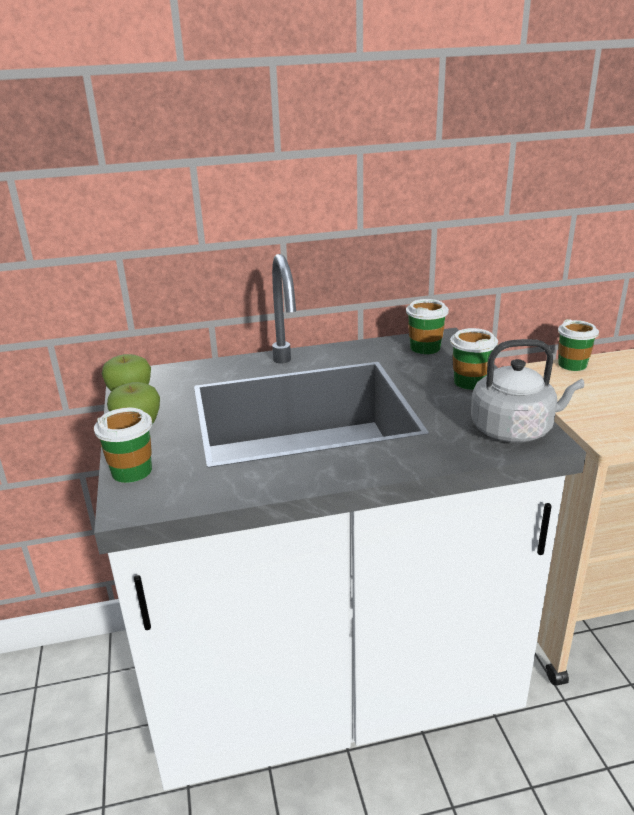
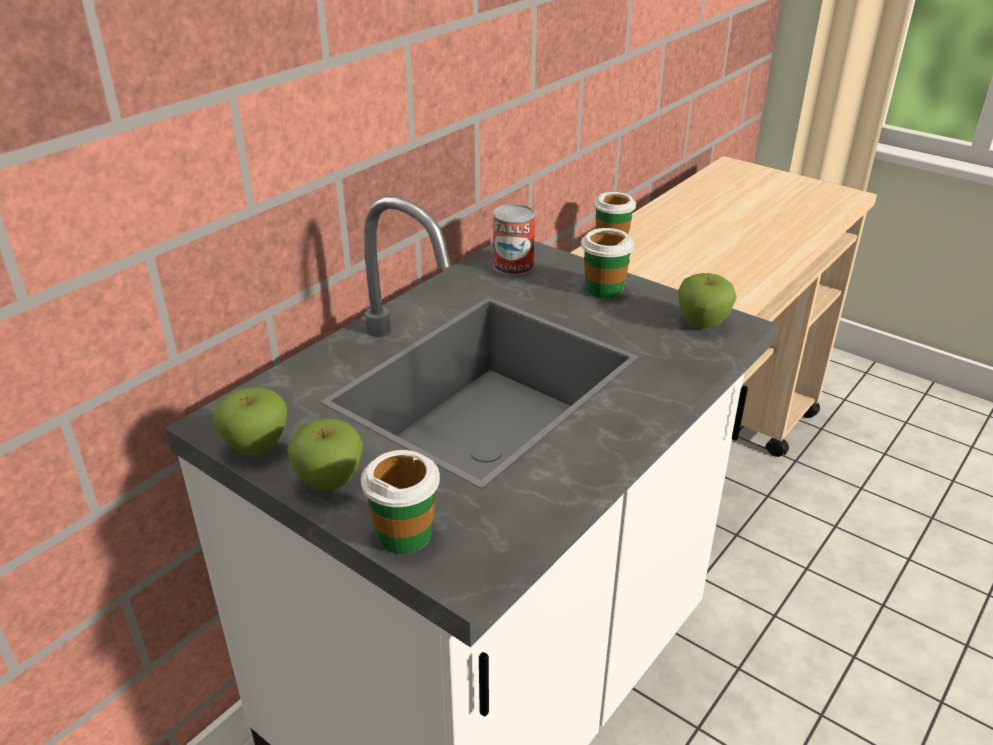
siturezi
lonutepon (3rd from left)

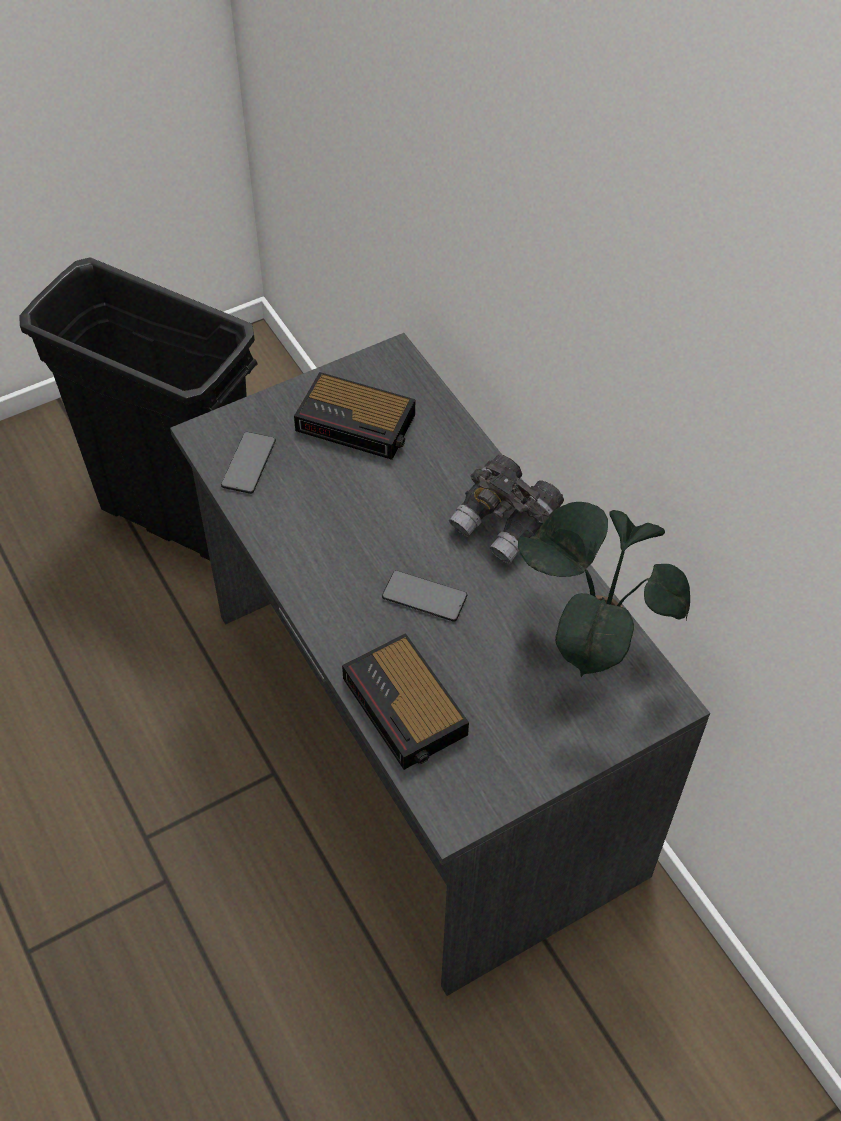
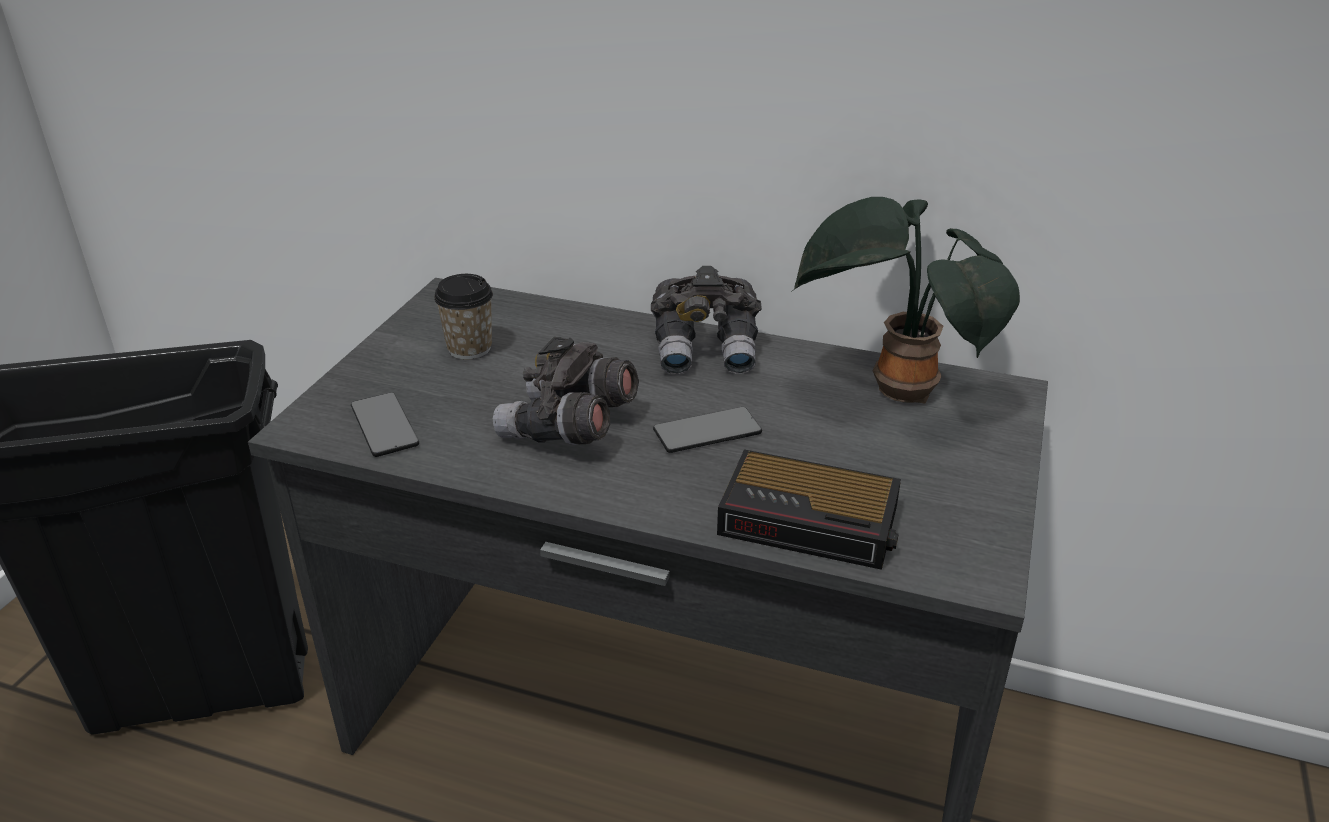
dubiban
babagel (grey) (1st from left)

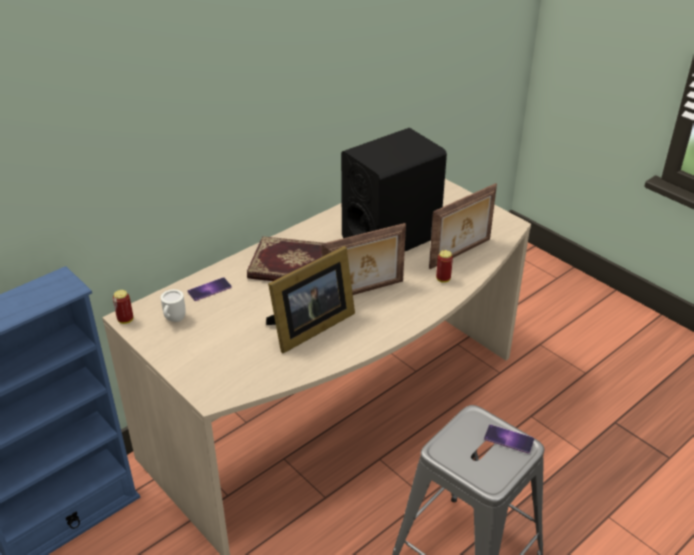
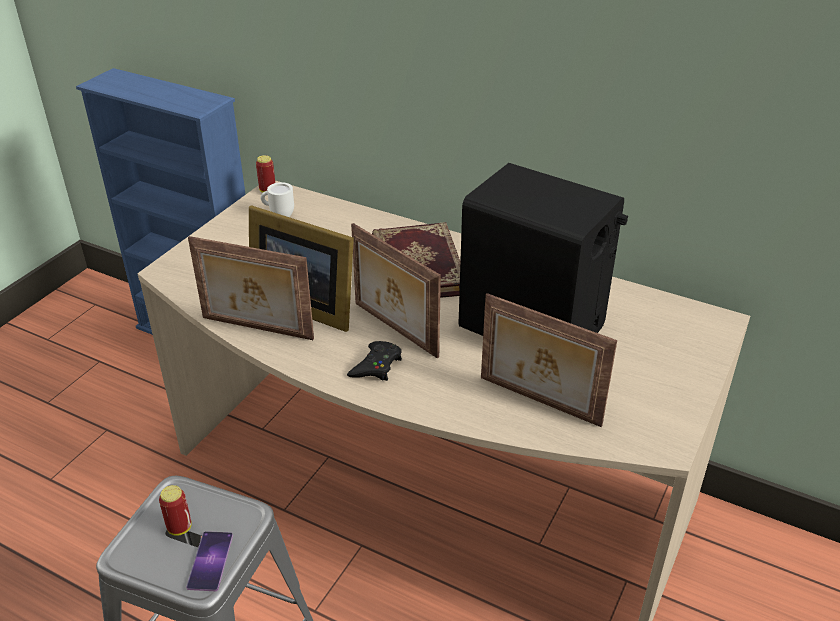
siturezi (1st from left)
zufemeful (1st from left in the first image)
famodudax (1st from left)
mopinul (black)

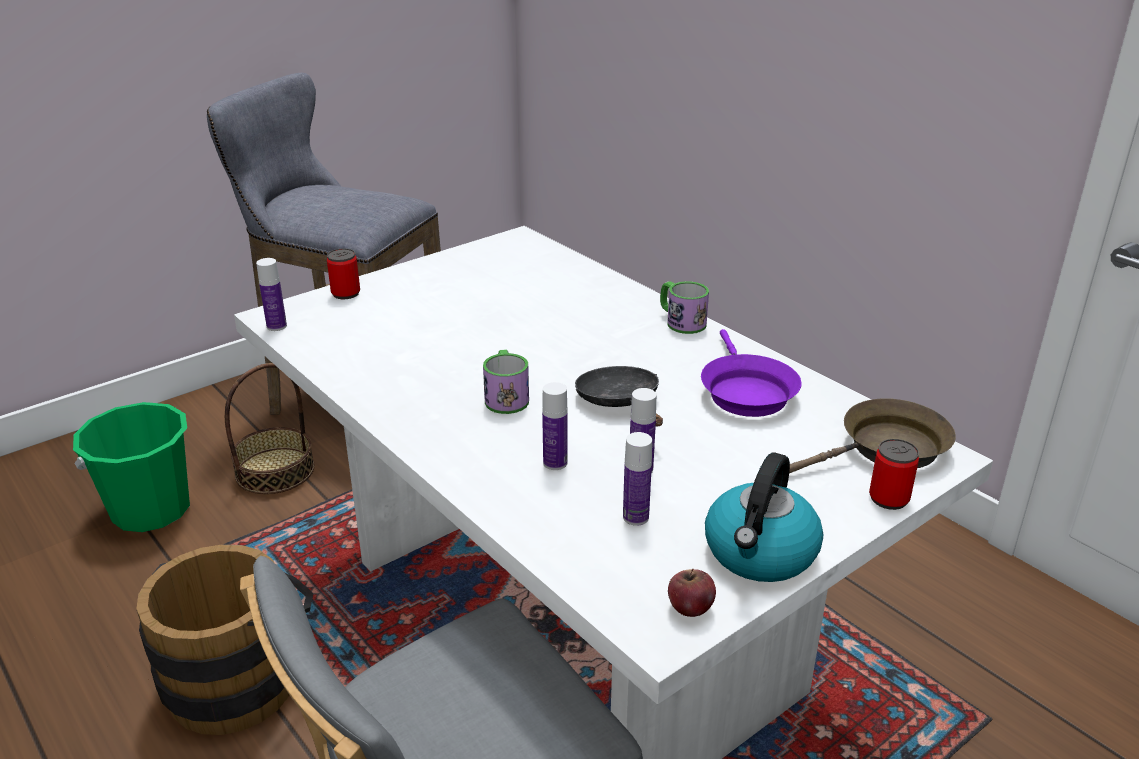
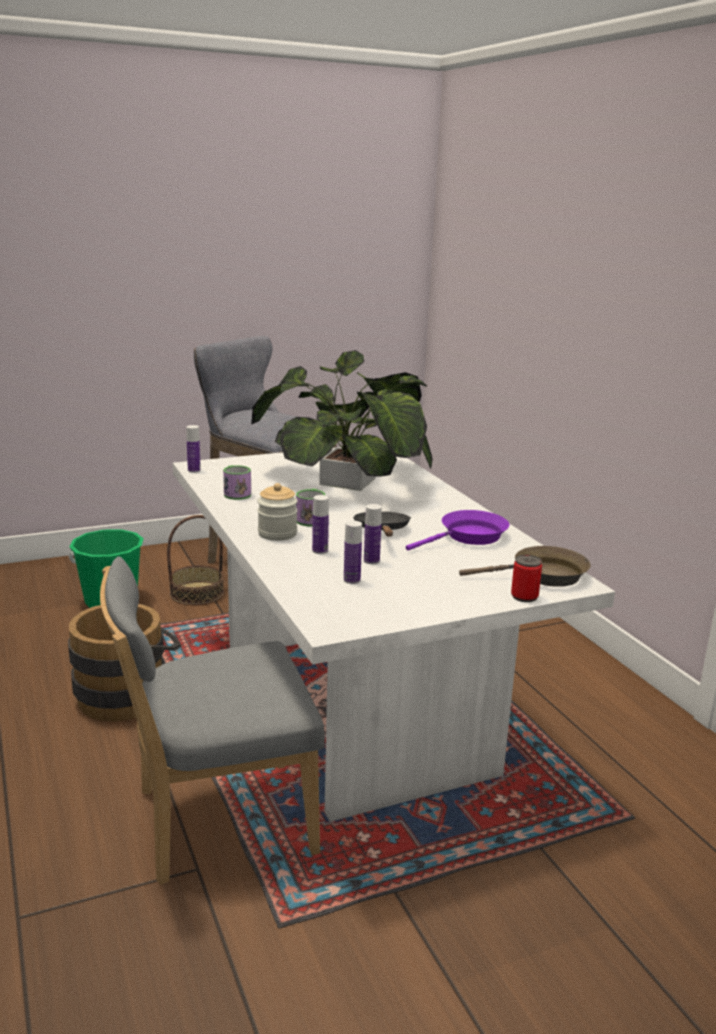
siturezi (1st from left in the first image)
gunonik (1st from left)
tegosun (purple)
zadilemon
lonutepon
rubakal
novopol

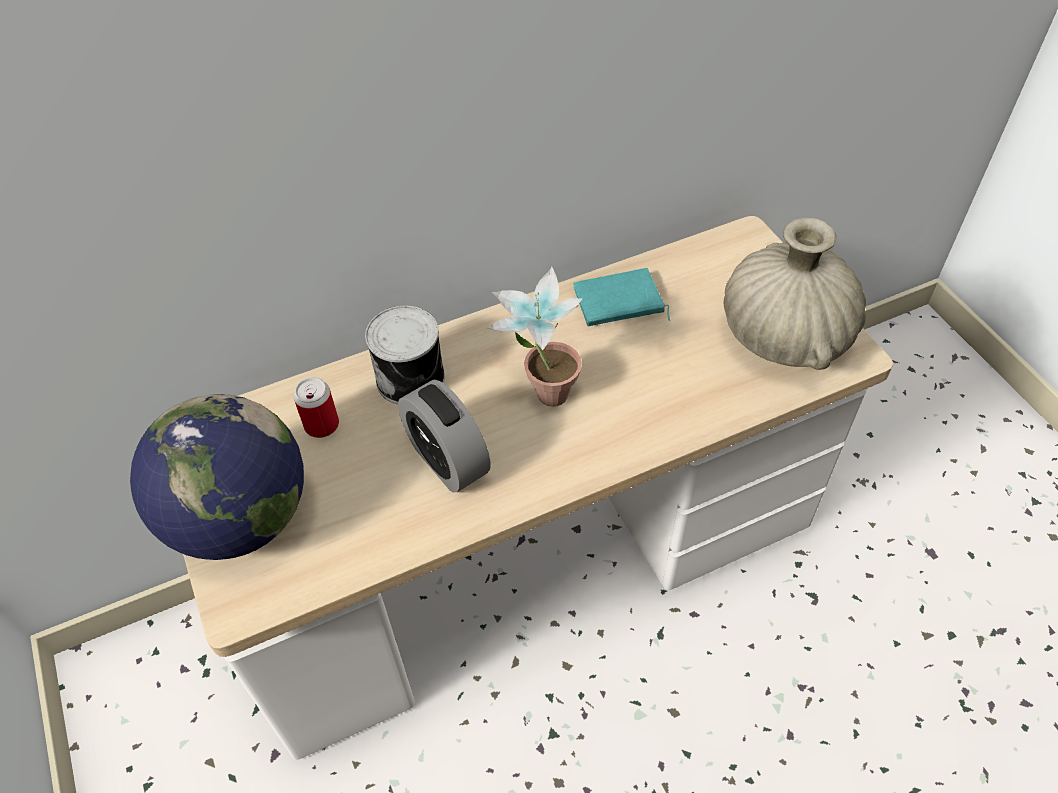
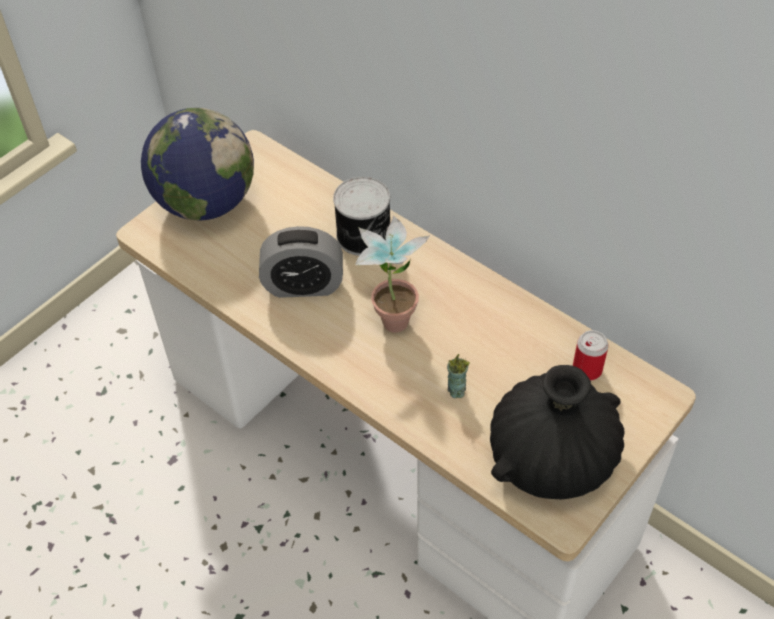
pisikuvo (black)
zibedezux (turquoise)
siturezi (2nd from left)
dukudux
dubiban

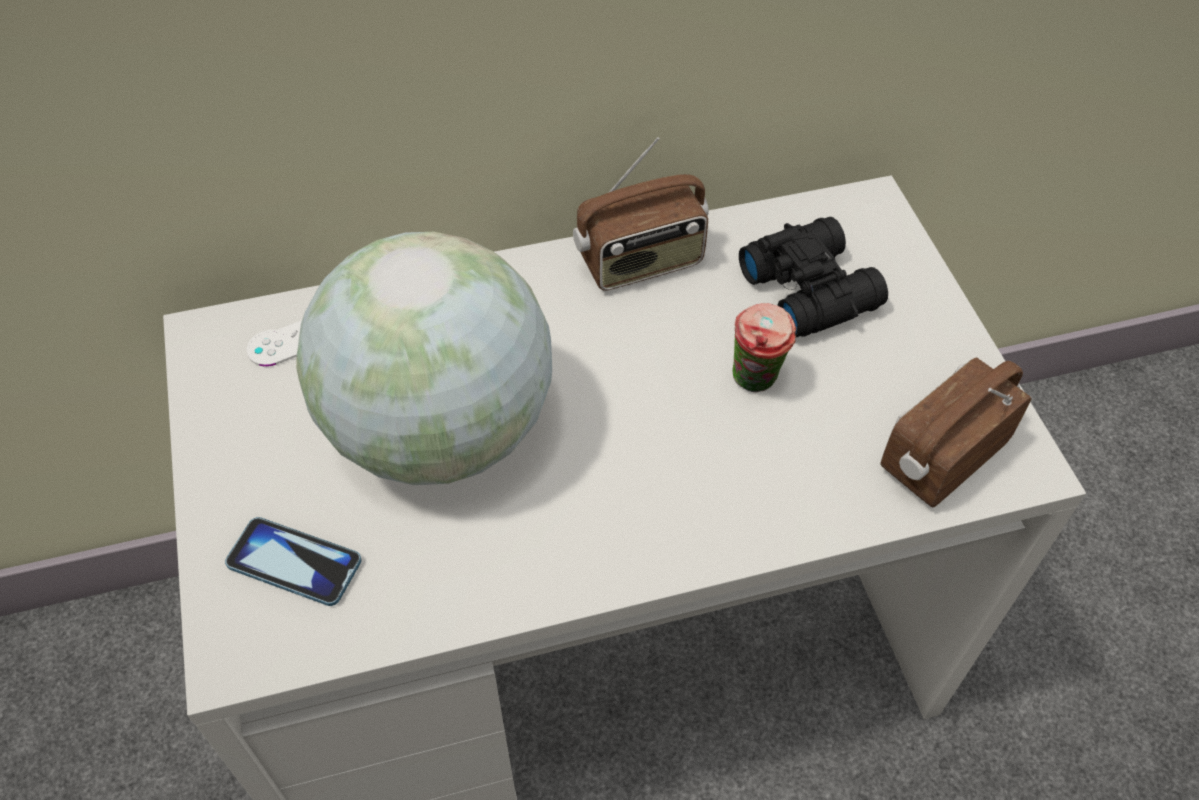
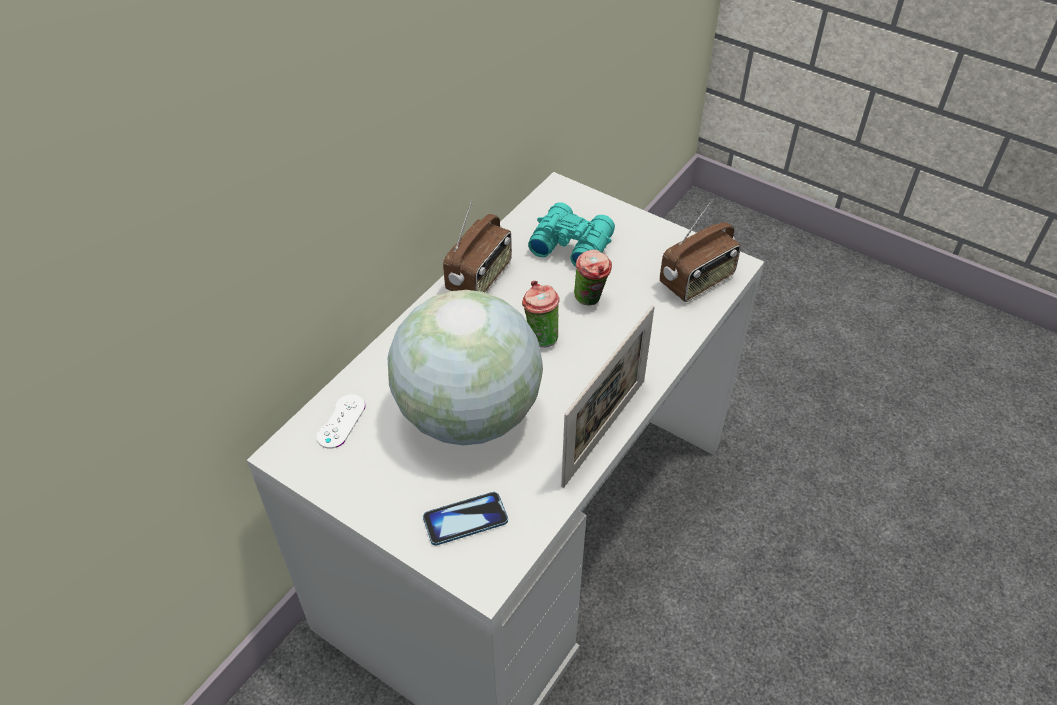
babagel (turquoise)
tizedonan (2nd from left)
dubiban (1st from left)
famodudax

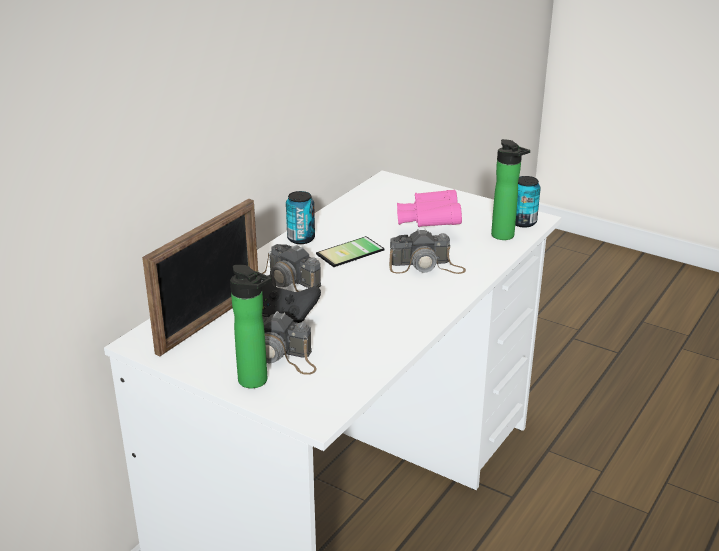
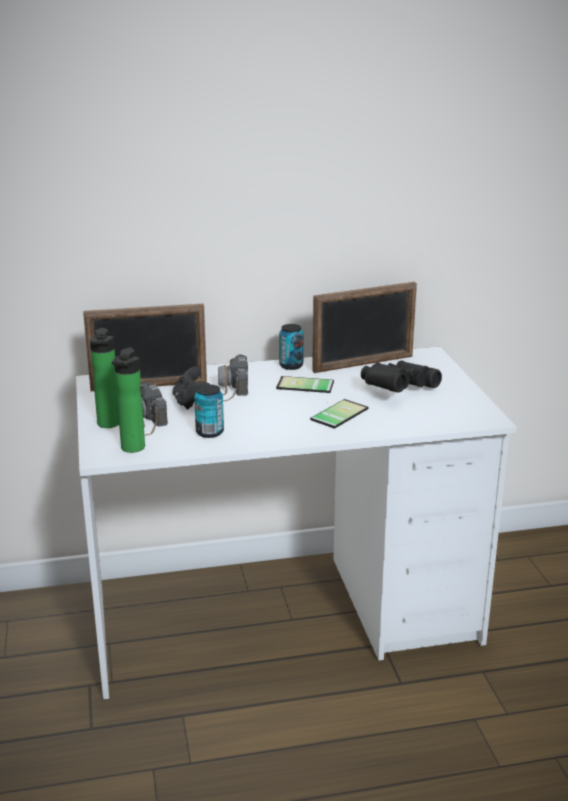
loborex (2nd from left)
siturezi (1st from left)
babagel (black)
zufemeful (2nd from left)
famodudax (2nd from left)

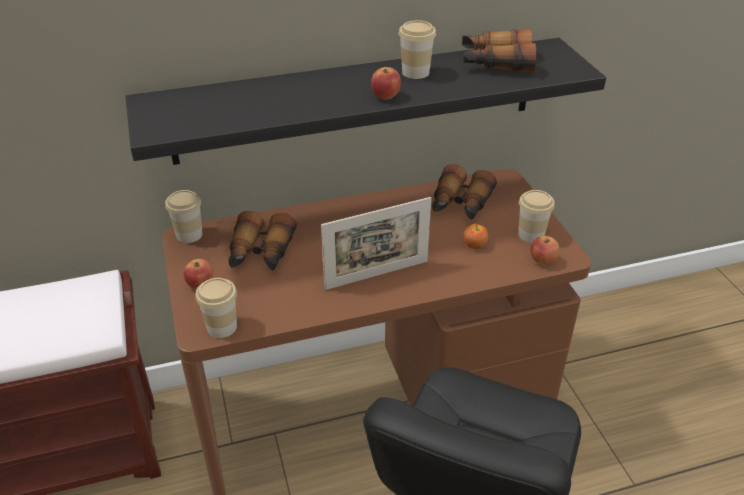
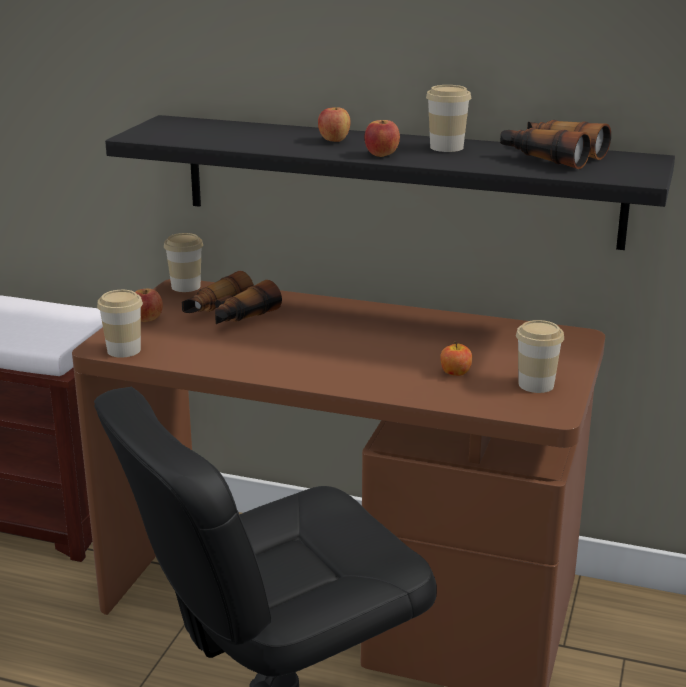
babagel (2nd from left in the first image)
famodudax
lonutepon (2nd from left)

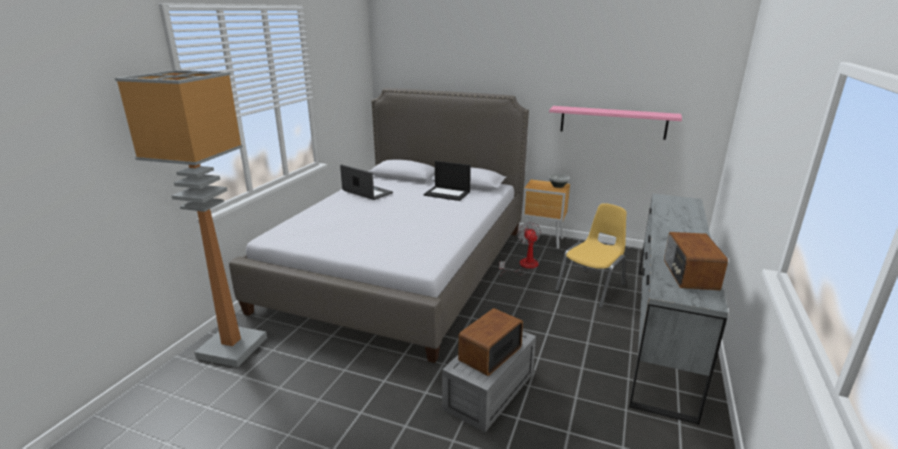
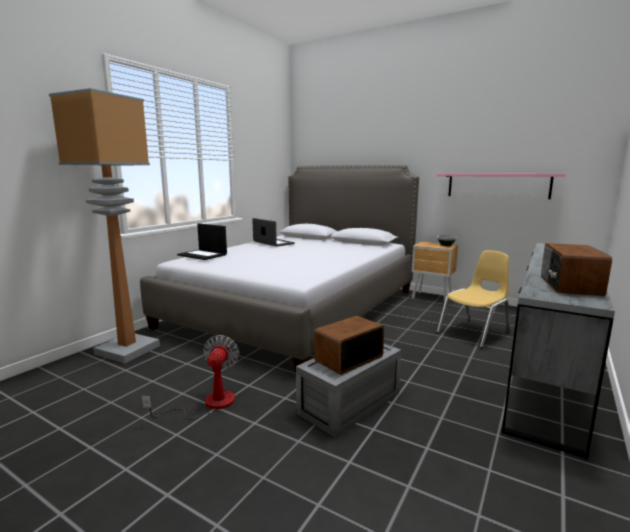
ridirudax (1st from left)
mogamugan

